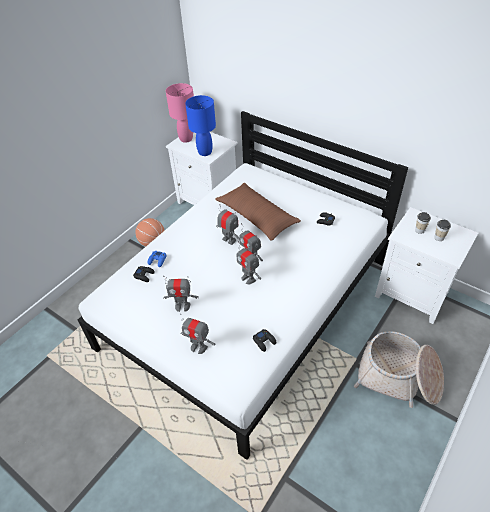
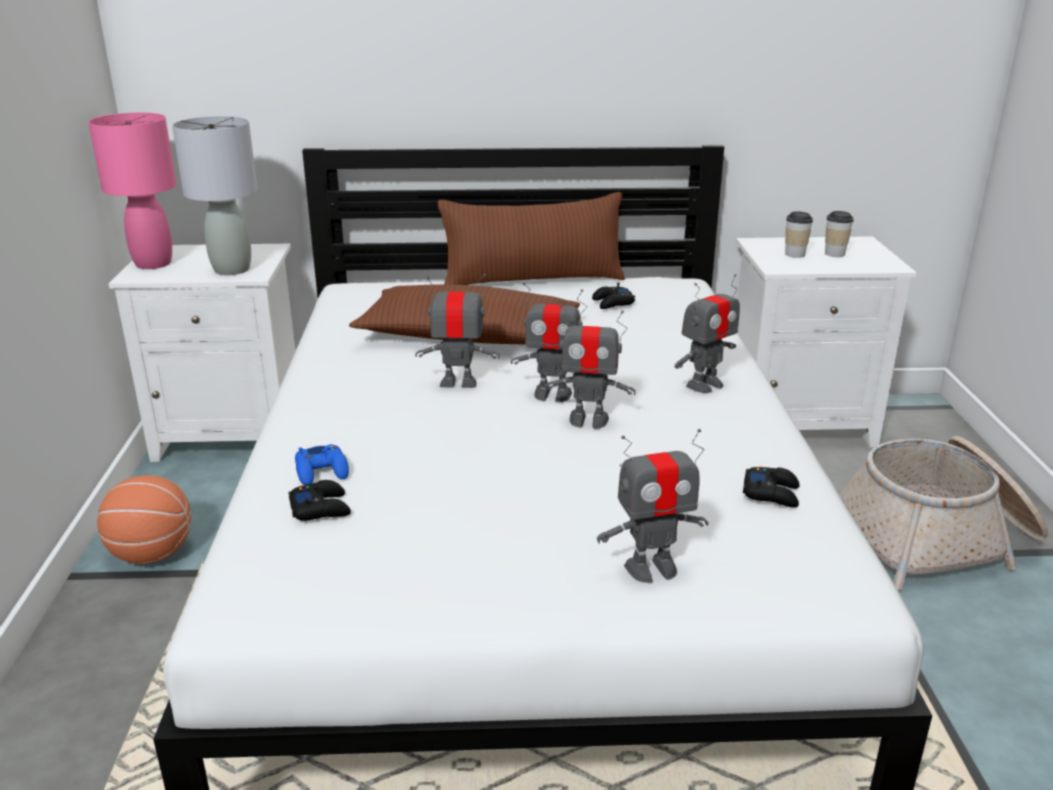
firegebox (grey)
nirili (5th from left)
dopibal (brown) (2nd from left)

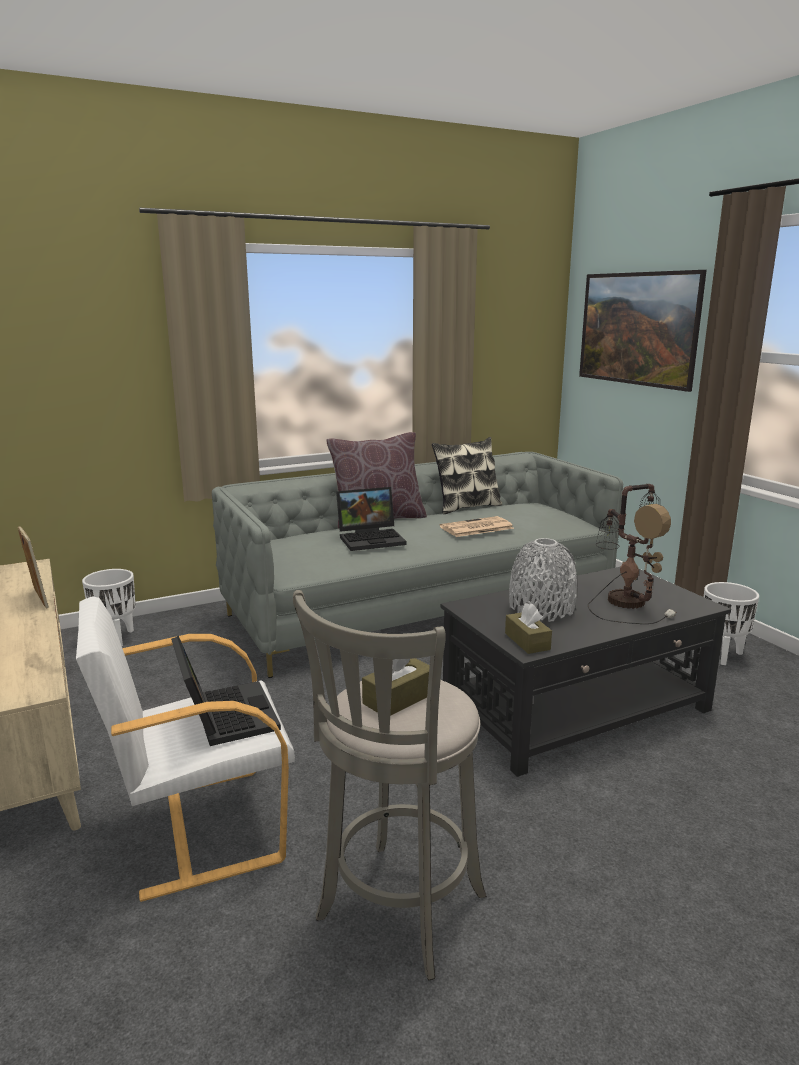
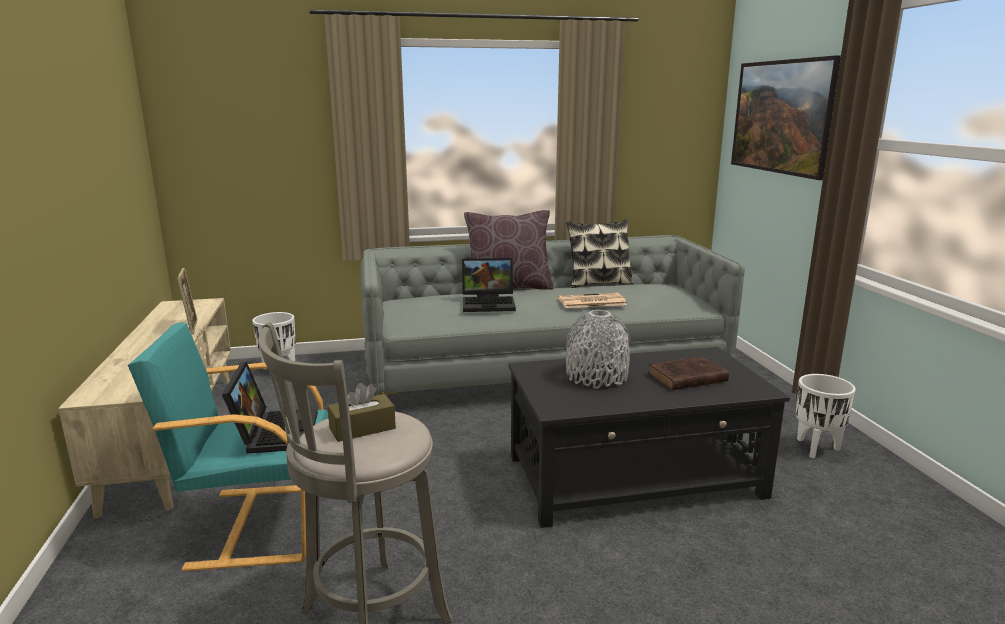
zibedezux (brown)
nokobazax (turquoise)
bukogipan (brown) (2nd from left in the first image)

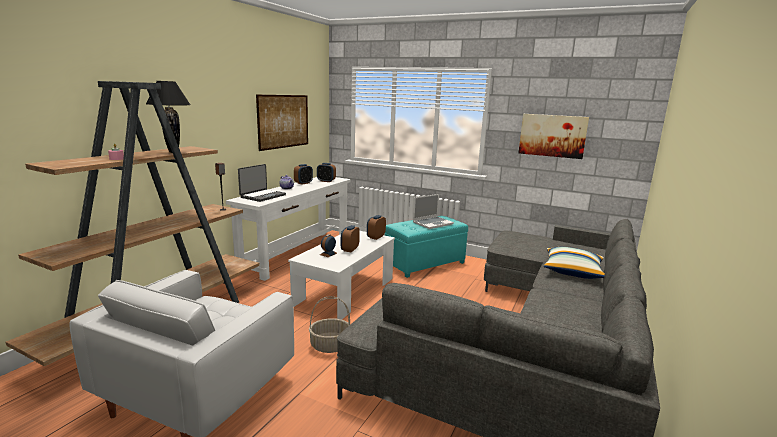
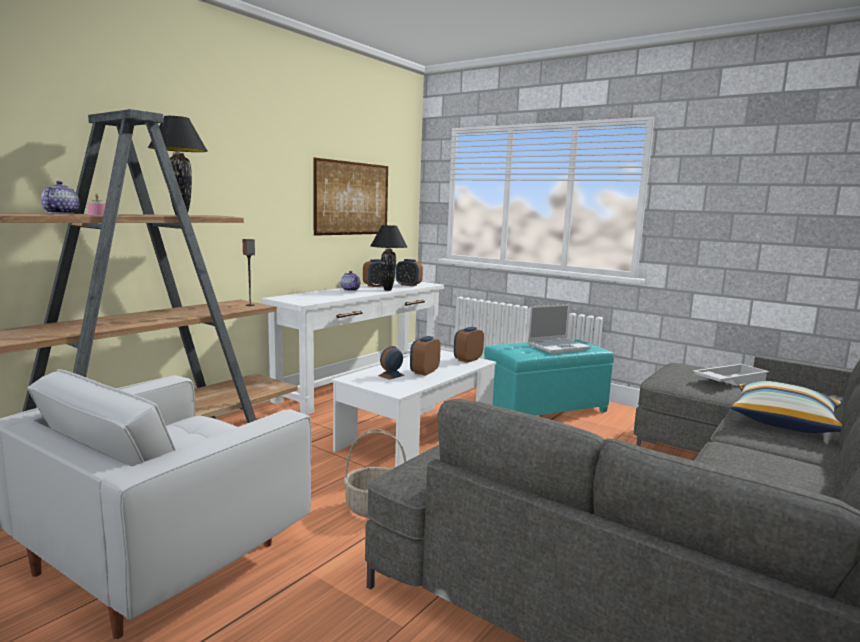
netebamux (2nd from left in the first image)
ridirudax (1st from left in the first image)
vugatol (1st from left)
firegebox (black) (2nd from left)
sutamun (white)

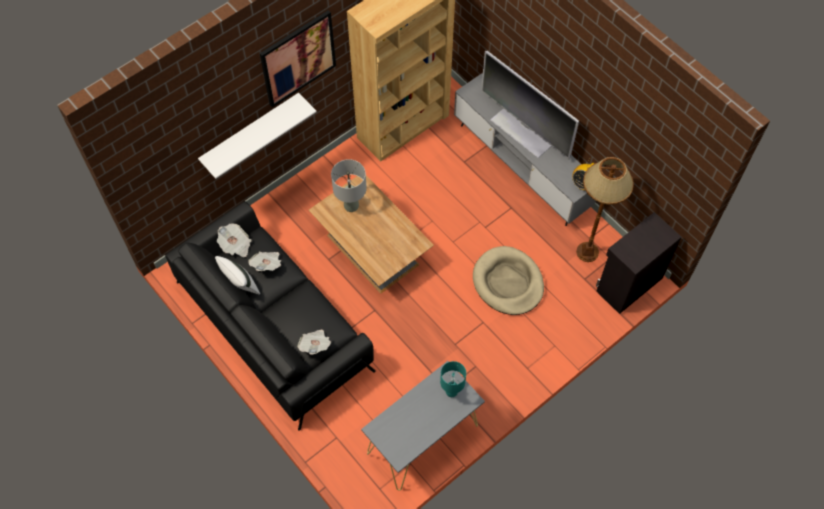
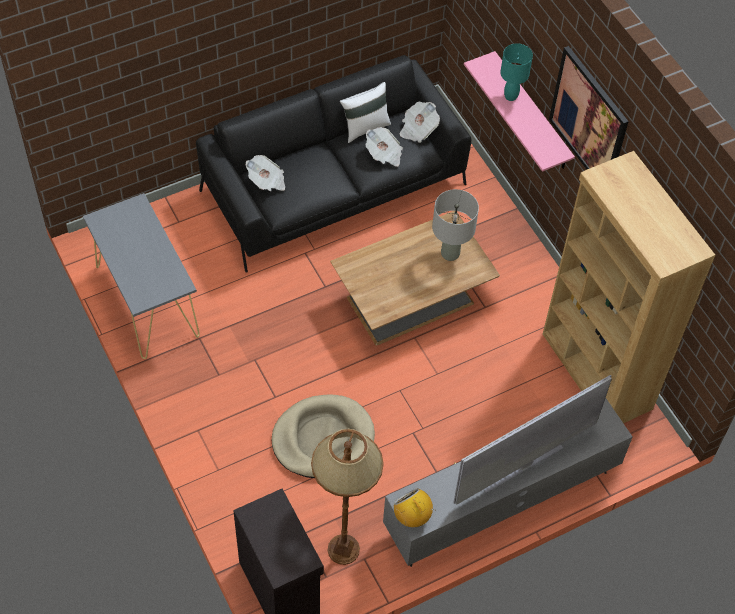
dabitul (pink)
firegebox (turquoise)

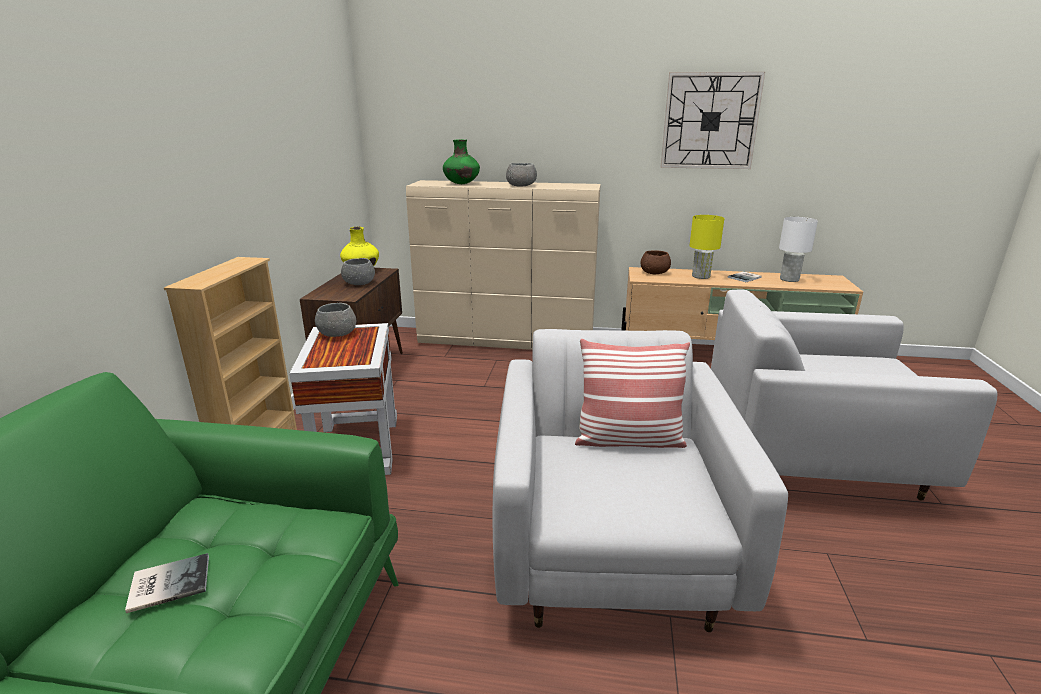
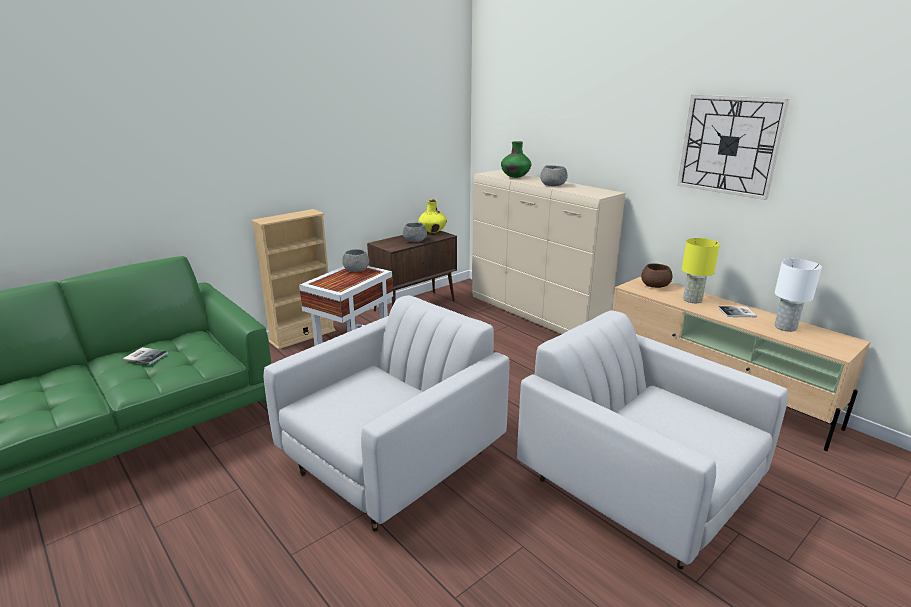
dopibal

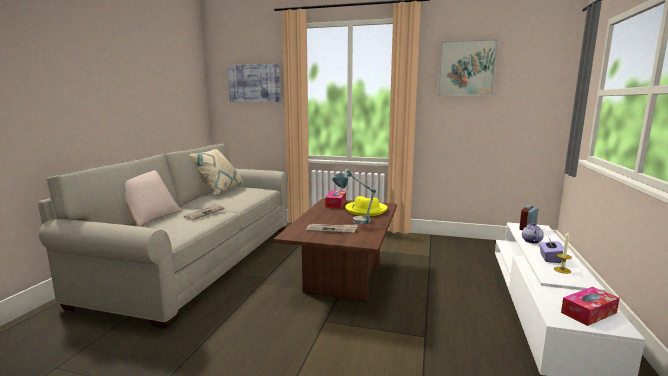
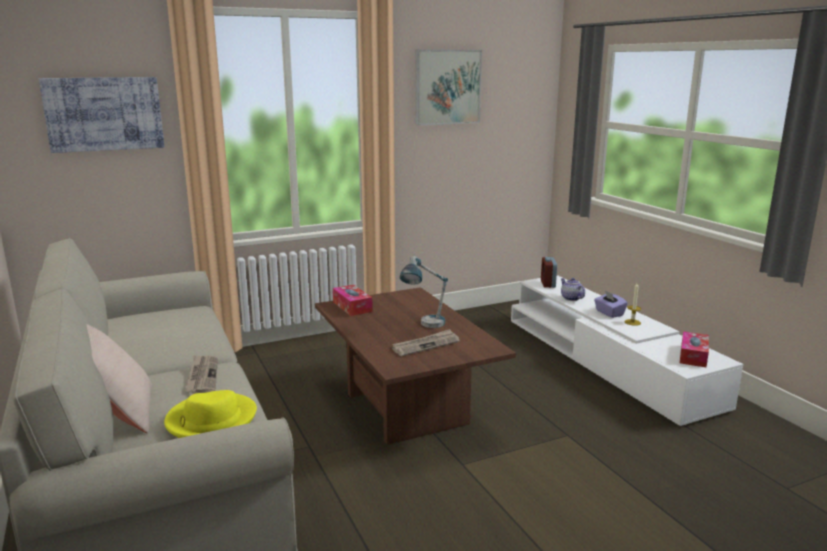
dopibal (beige) (2nd from left in the first image)
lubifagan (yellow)

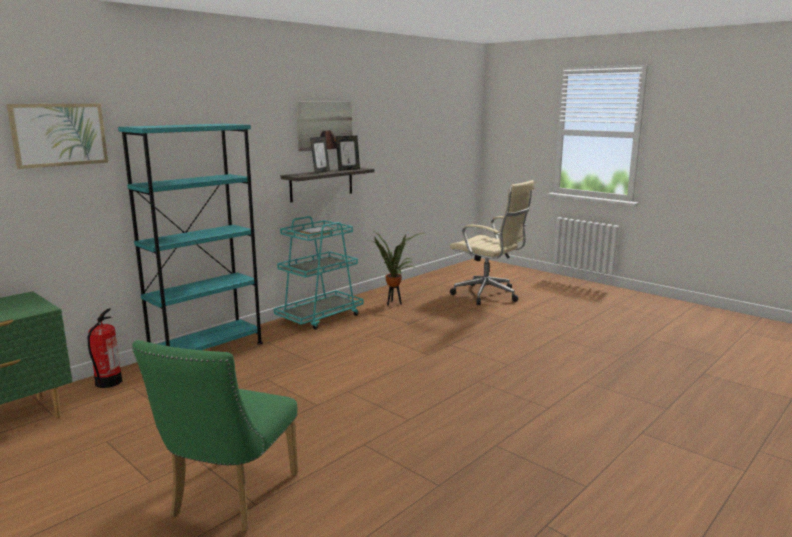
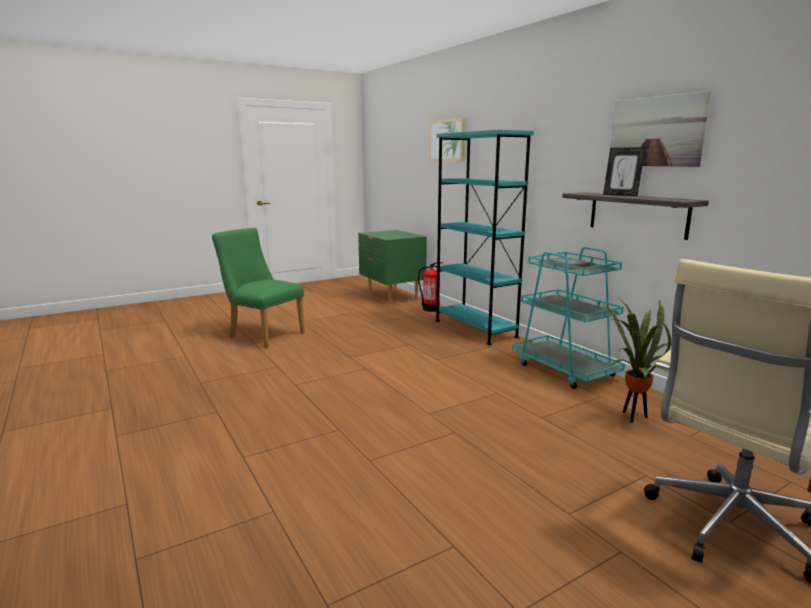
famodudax (2nd from left in the first image)

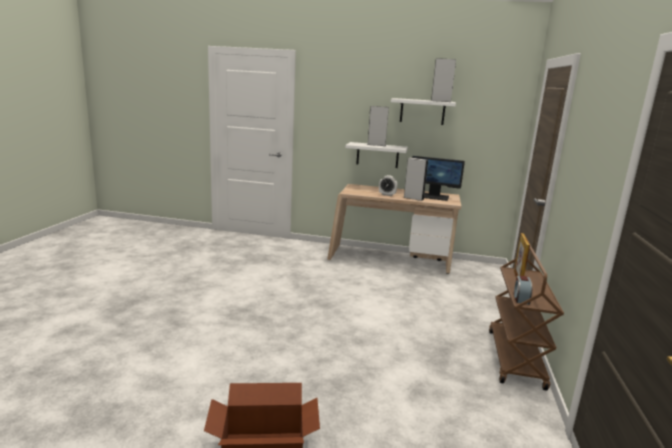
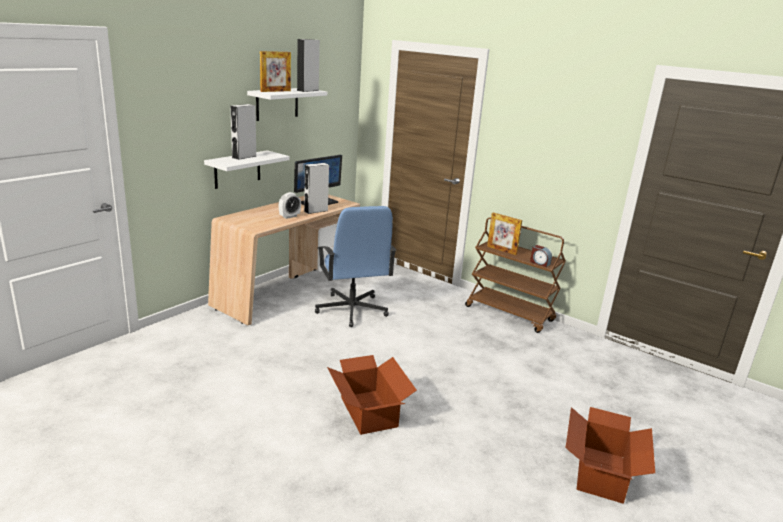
famodudax (1st from left)
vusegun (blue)
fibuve (1st from left)

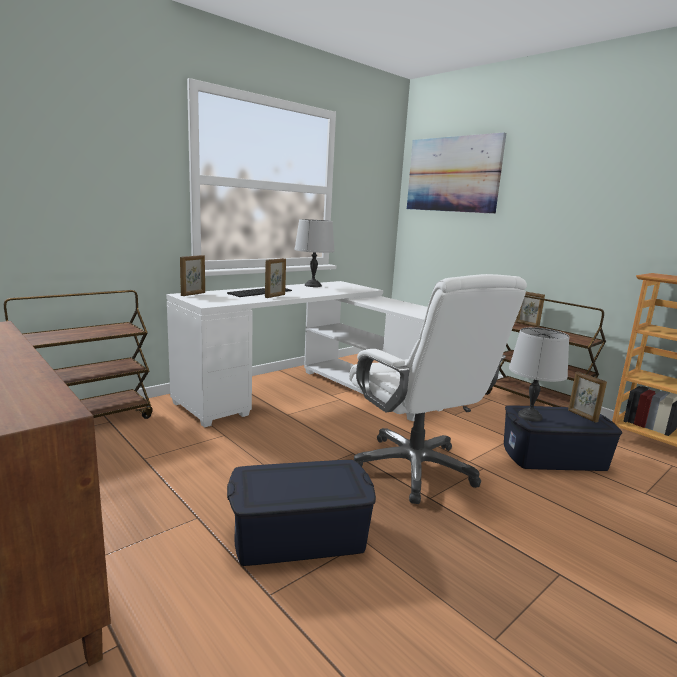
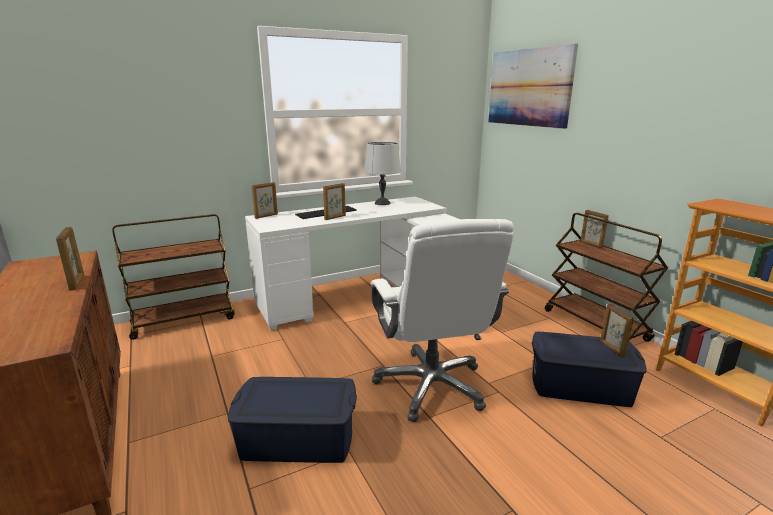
firegebox (grey) (2nd from left in the first image)
famodudax (1st from left)

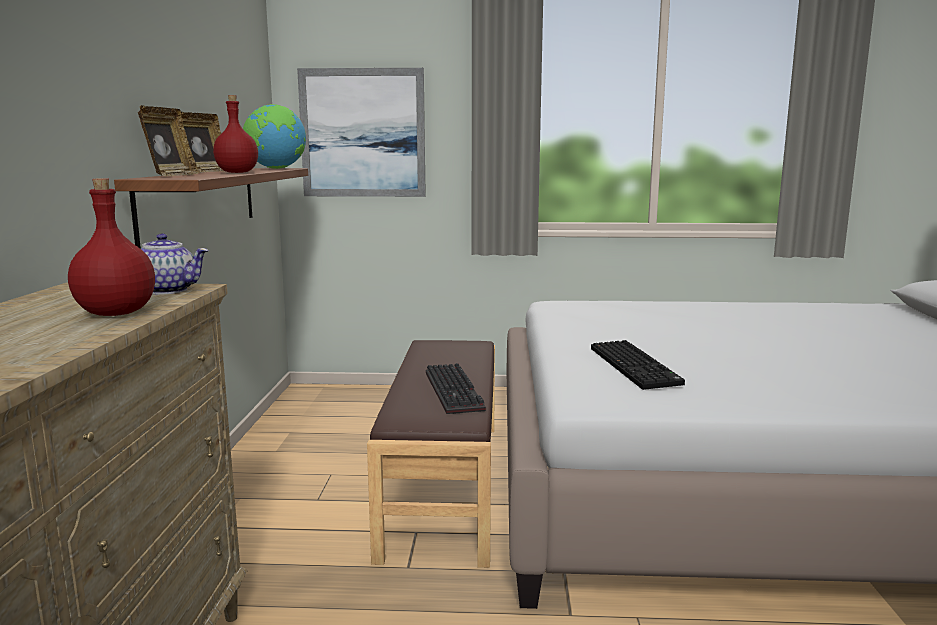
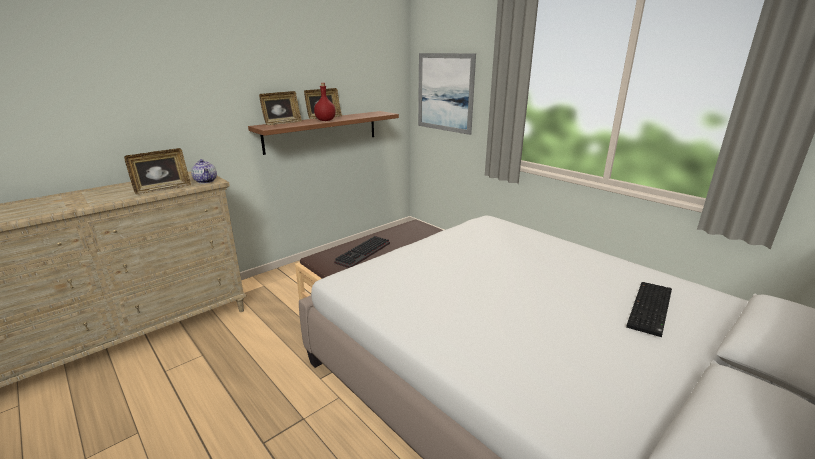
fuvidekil
famodudax (1st from left)
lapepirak (2nd from left)

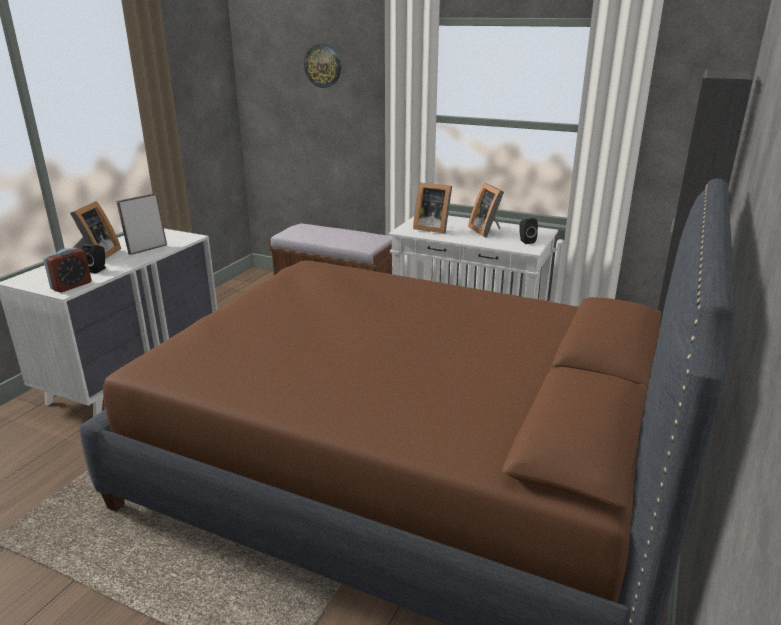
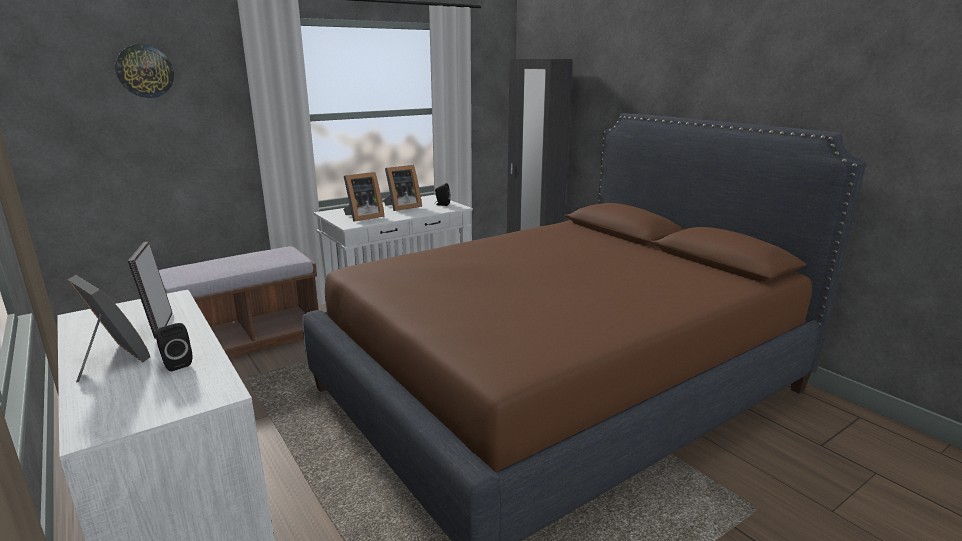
famodudax (4th from left)
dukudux

